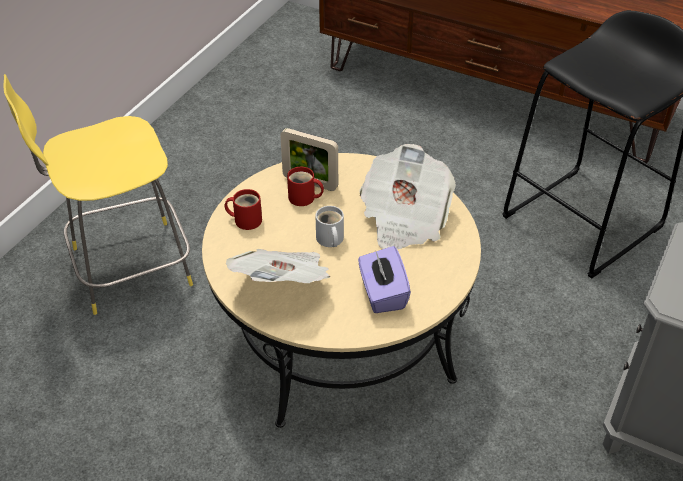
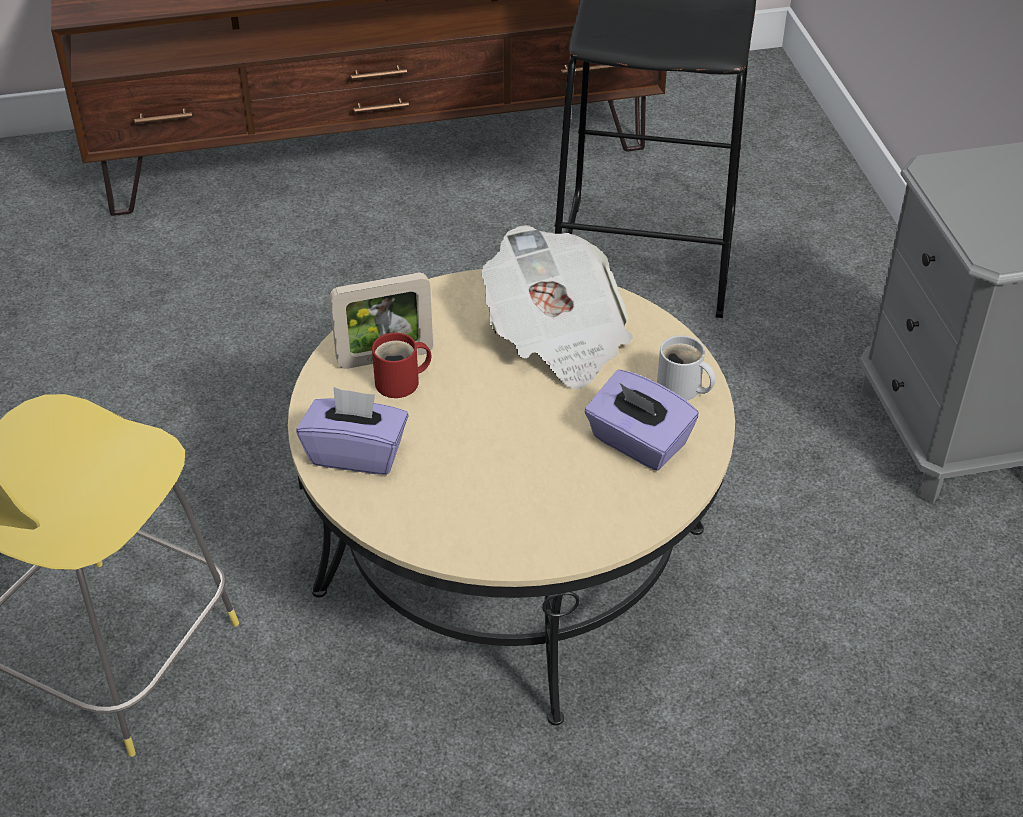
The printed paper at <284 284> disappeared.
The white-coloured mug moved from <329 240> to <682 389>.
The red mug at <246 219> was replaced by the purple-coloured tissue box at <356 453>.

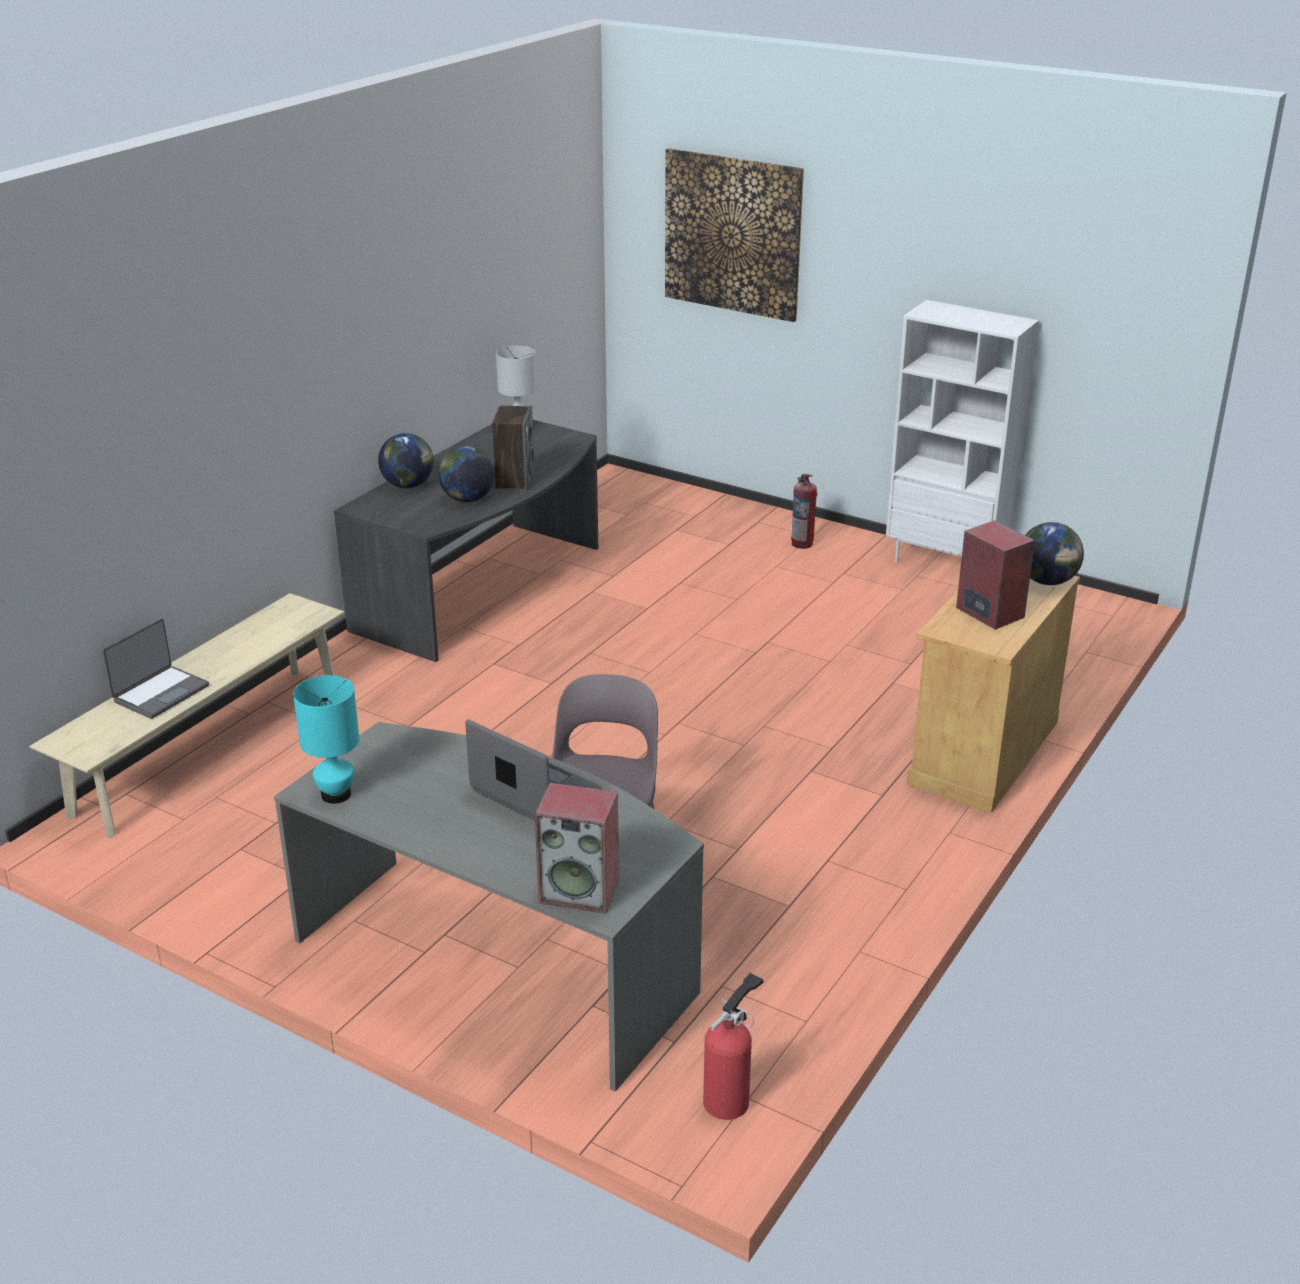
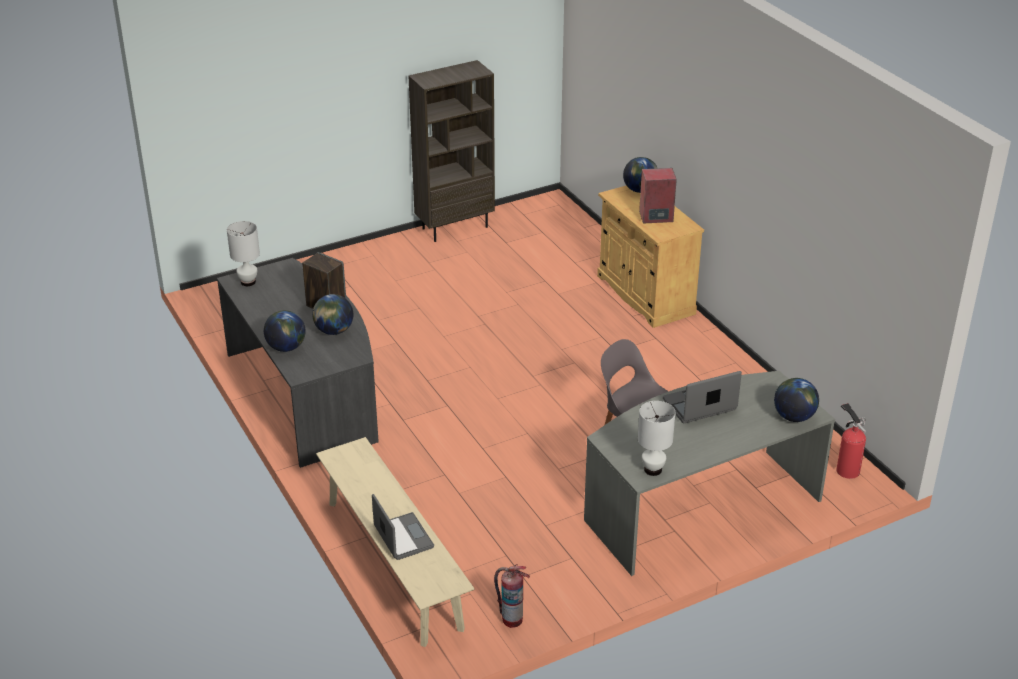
The wall art at <732 234> disappeared.
The fire-fighting cylinder moved from <802 543> to <512 619>.
The loudspeaker at <580 891> was replaced by the world globe at <794 417>.
The turquoise-coloured table lamp at <335 795> became the white-coloured table lamp at <653 470>.
The white-coloured bookshelf at <946 564> became the brown bookshelf at <455 227>.

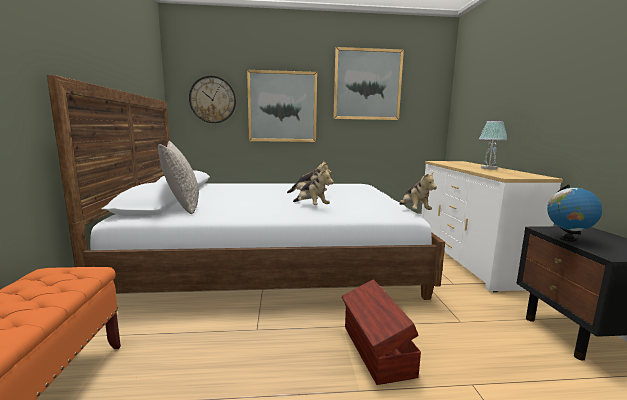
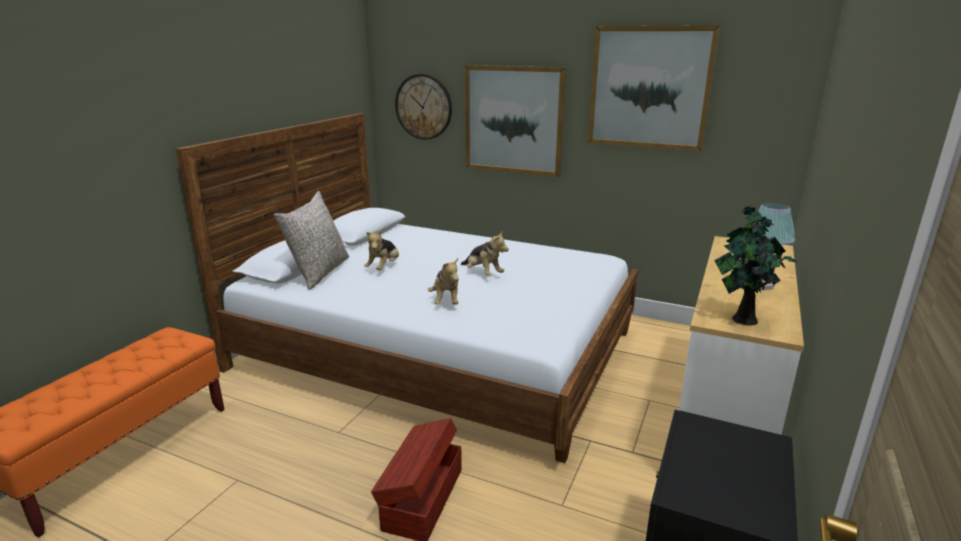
The world globe at <567 239> disappeared.
The plant in a pot at <742 319> appeared.
The plush toy moved from <414 211> to <384 267>.

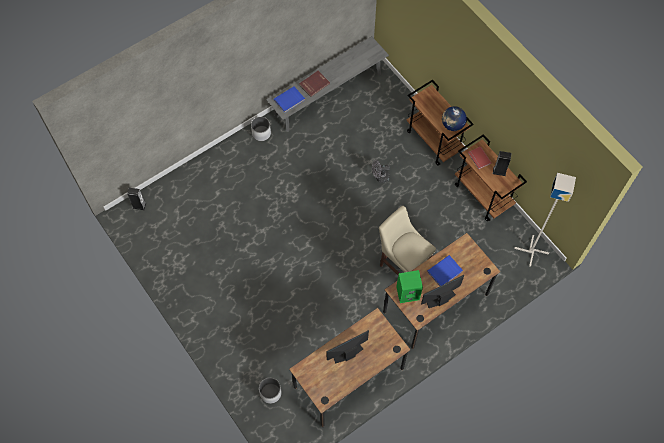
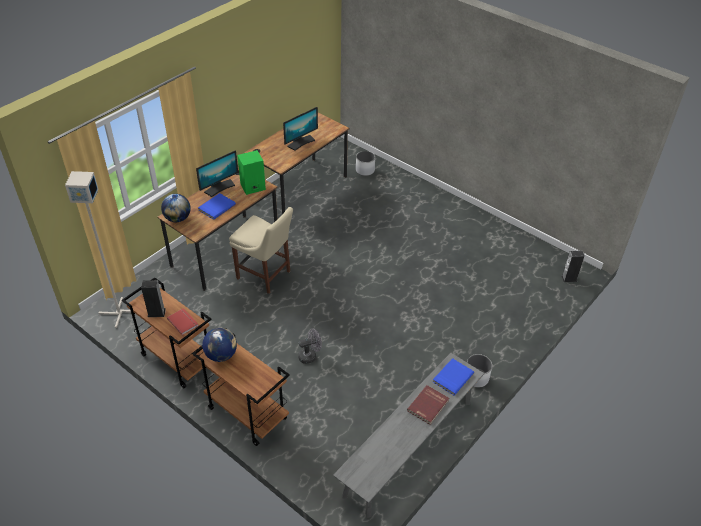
The world globe at <178 218> appeared.

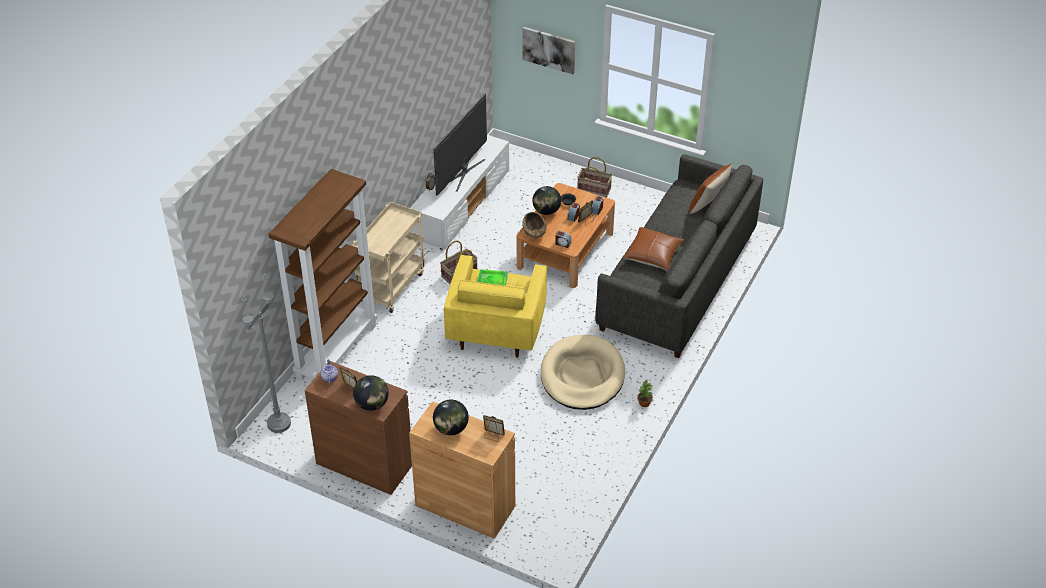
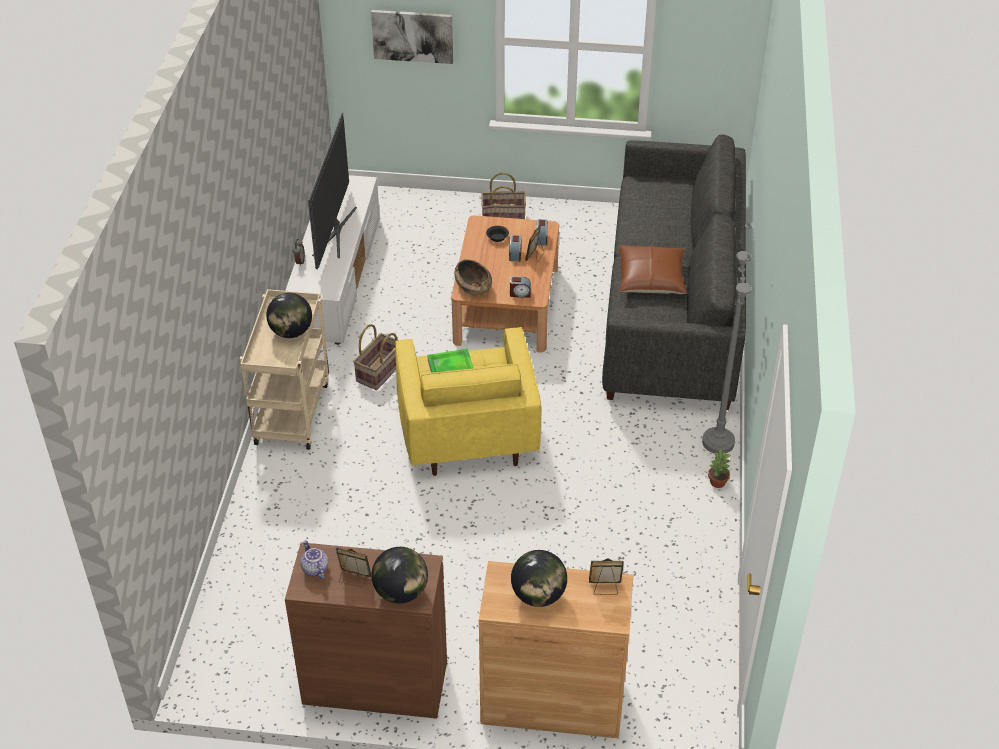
The brown bookshelf at <336 350> disappeared.
The beige-coloured pet bed at <582 376> disappeared.
The brown cushion at <708 204> disappeared.
The gray standard lamp moved from <279 424> to <718 442>.
The world globe moved from <546 211> to <291 332>.

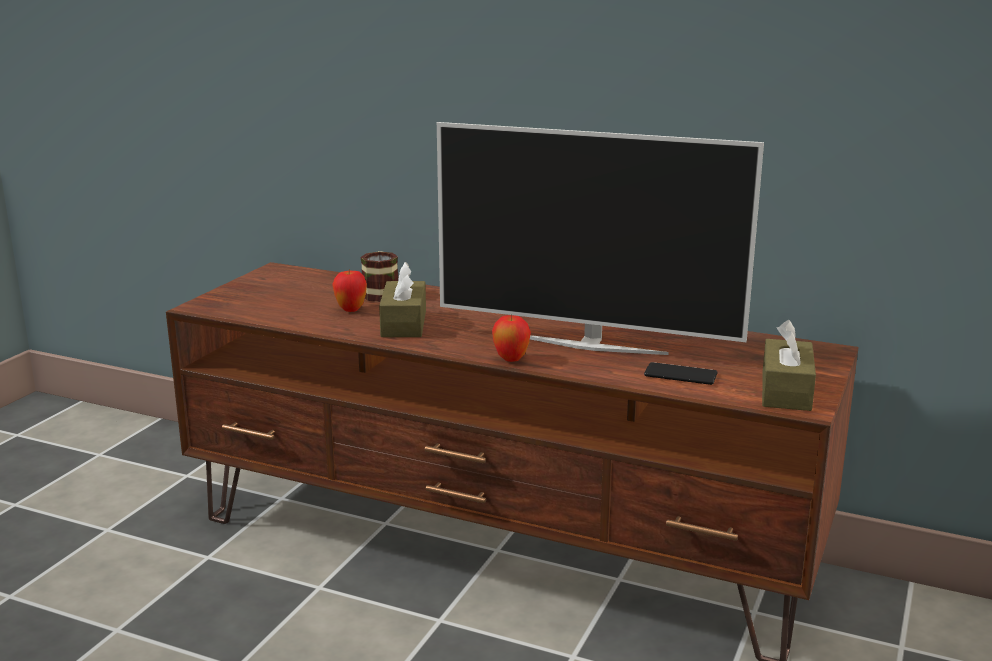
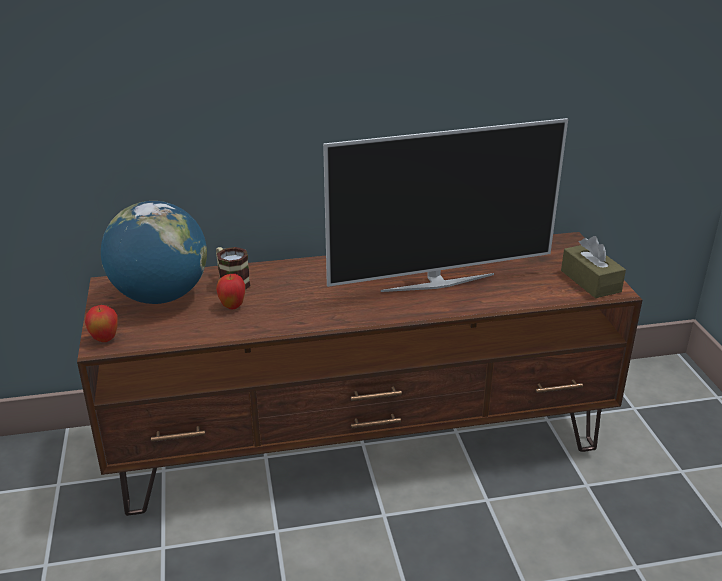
The brown tissue box at <404 324> disappeared.
The telephone at <680 375> disappeared.
The world globe at <160 296> appeared.
The whole apple moved from <511 360> to <105 339>.

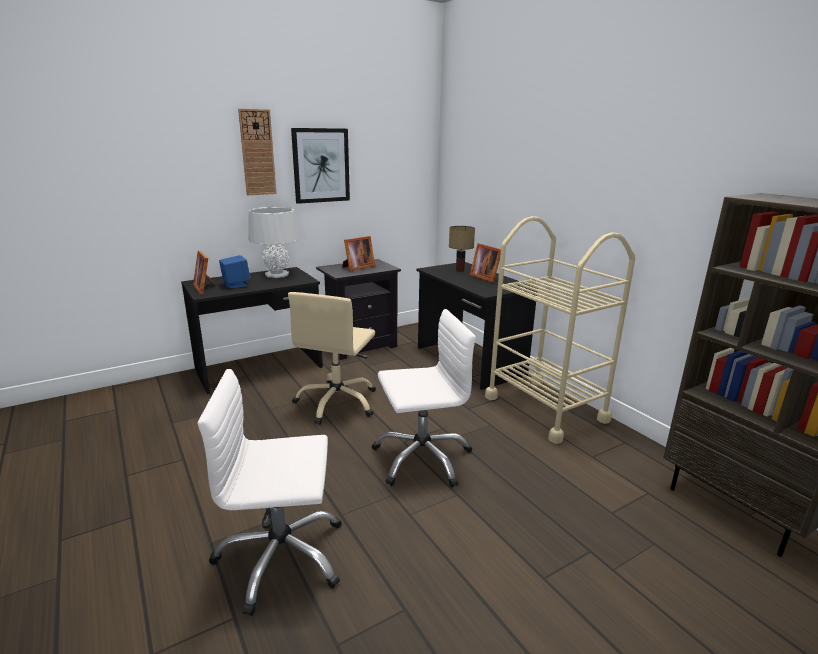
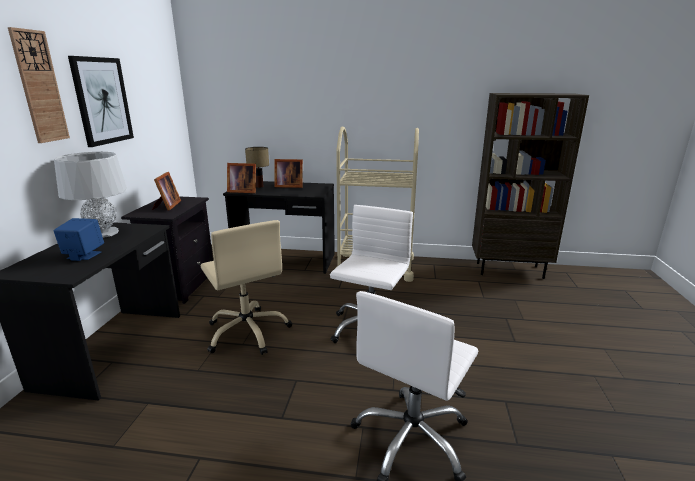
The standing frame moved from <205 288> to <242 191>.

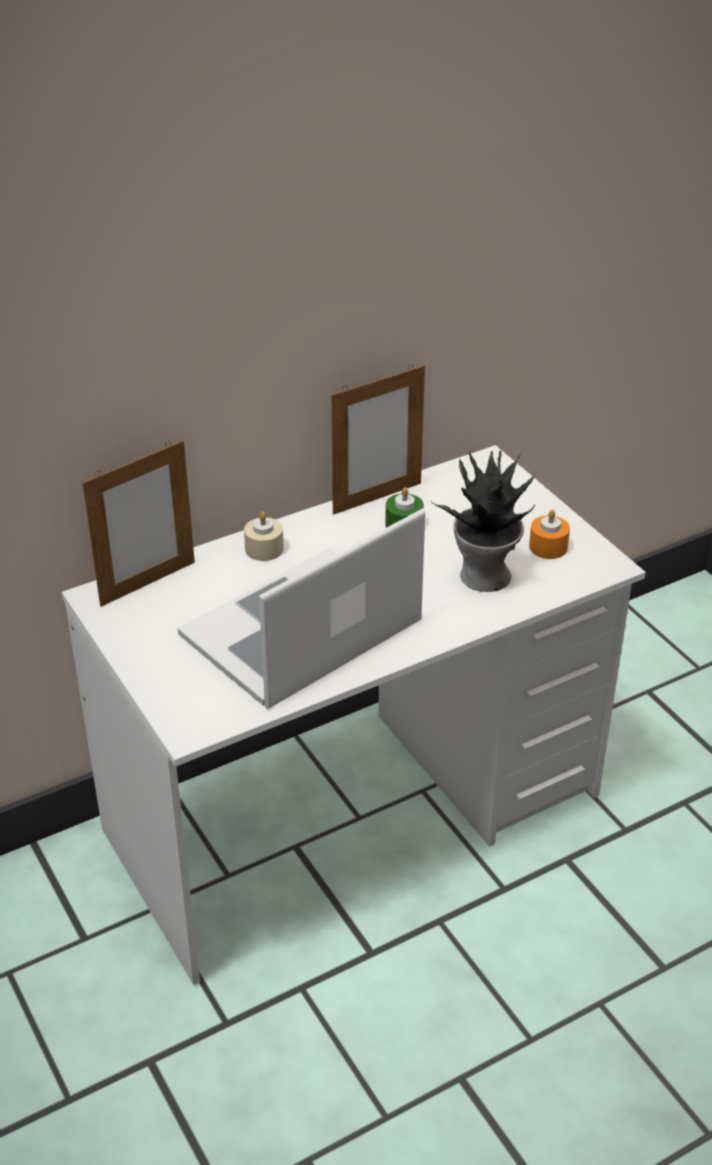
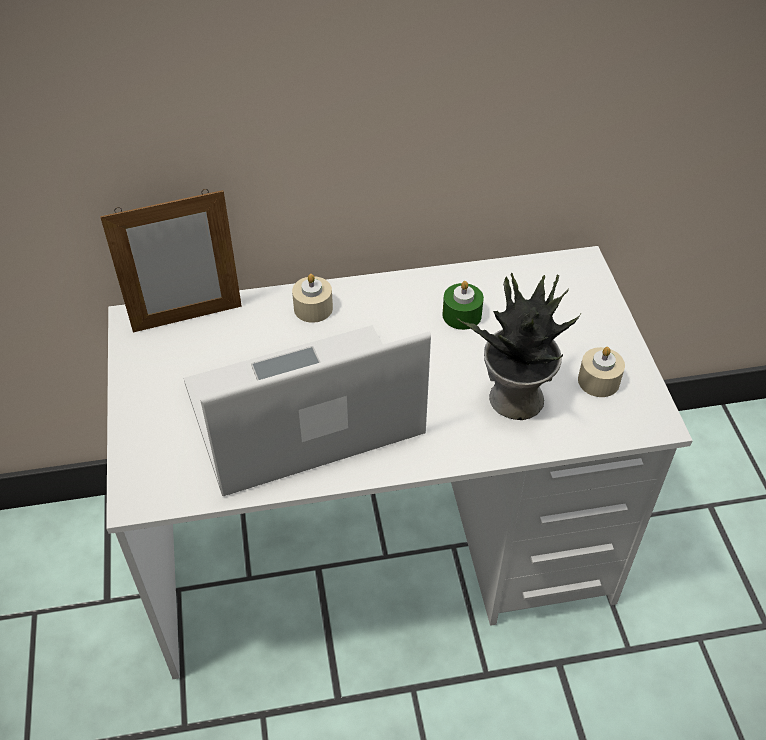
The standing frame at <377 498> disappeared.
The orange candle at <548 547> became the beige-coloured candle at <598 381>.

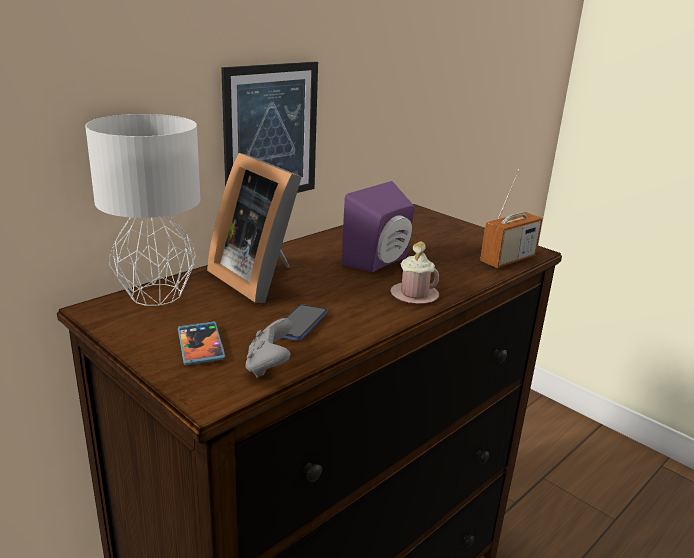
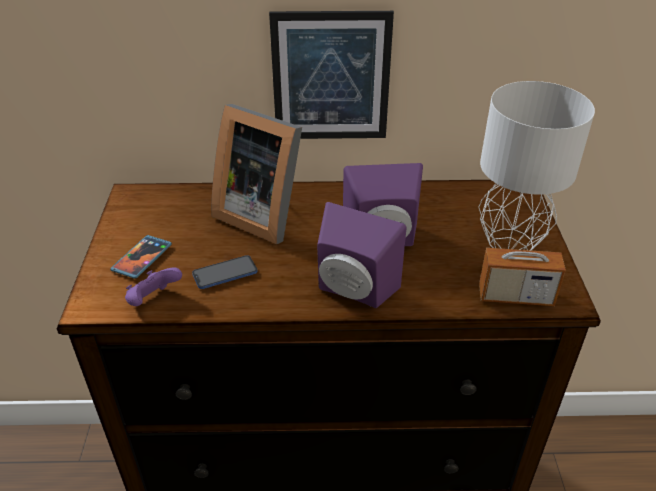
The gray table lamp moved from <158 295> to <511 243>.
The pink-coloured mug at <414 295> was replaced by the purple-coloured loudspeaker at <352 291>.
The gray gamepad at <269 366> became the purple-coloured gamepad at <153 300>.
The standing frame at <259 278> turned 60 degrees counterclockwise.

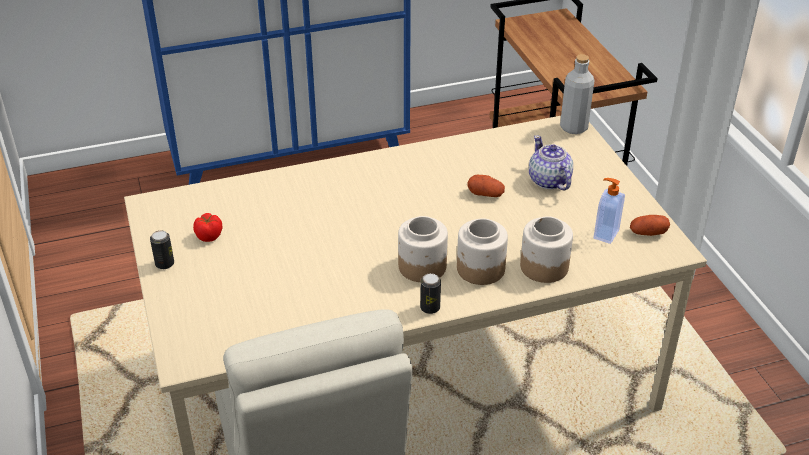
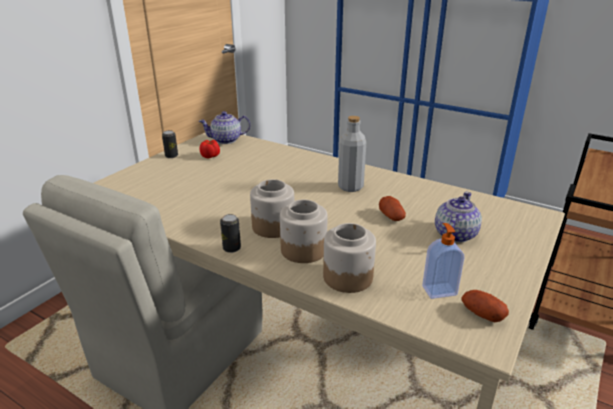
The pot for tea at <226 140> appeared.
The gray drink bottle moved from <573 127> to <350 187>.

